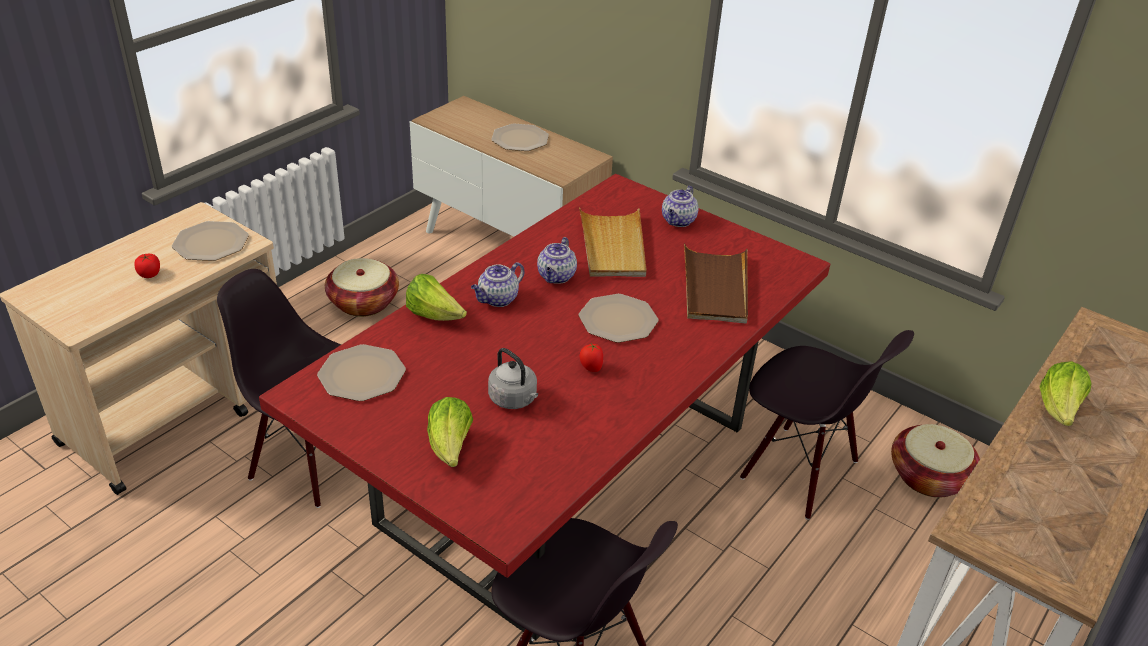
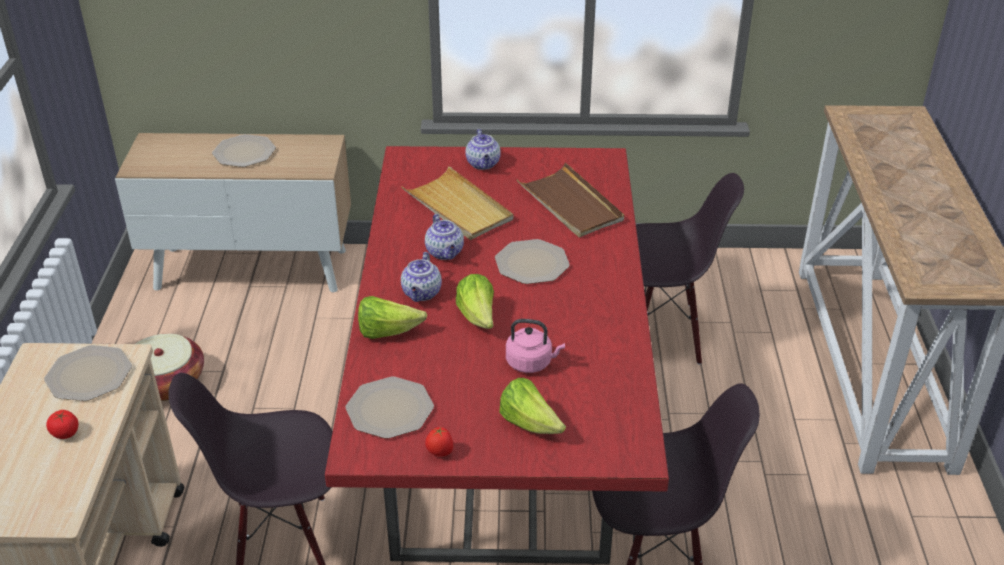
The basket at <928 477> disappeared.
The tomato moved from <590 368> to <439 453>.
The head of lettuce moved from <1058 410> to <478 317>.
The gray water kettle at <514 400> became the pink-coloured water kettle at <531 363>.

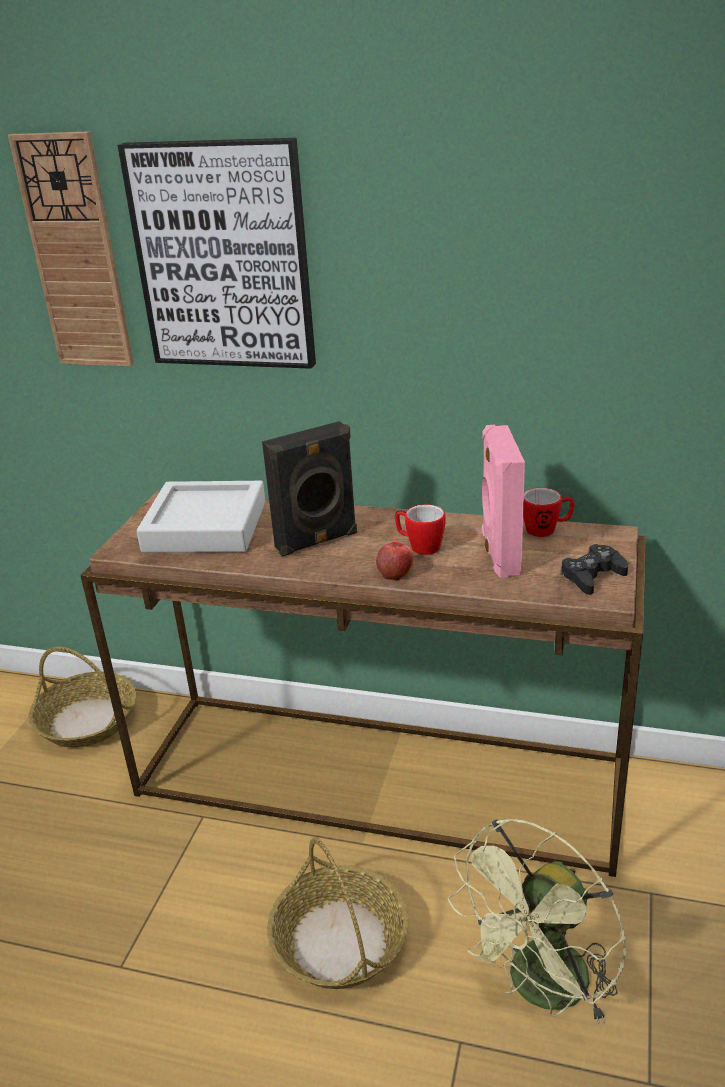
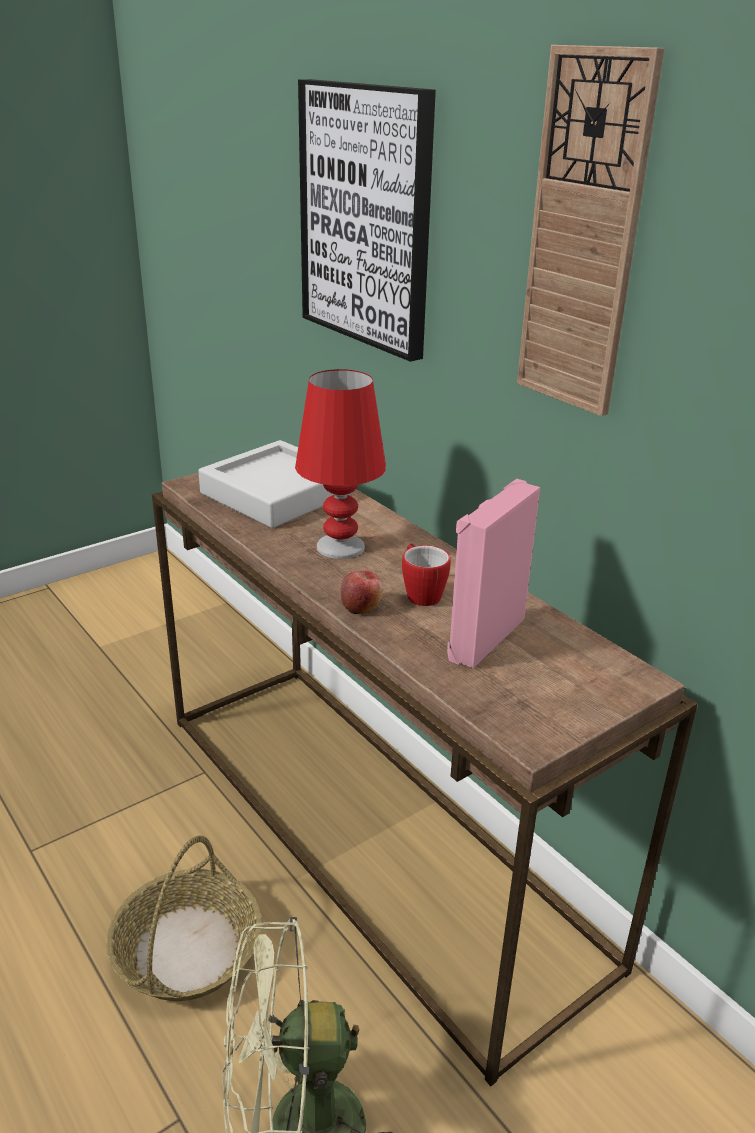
The basket at <88 721> disappeared.
The mug at <546 530> disappeared.
The black-coloured gamepad at <592 576> disappeared.
The hanging clock moved from <75 254> to <584 237>.
The black-coloured loudspeaker at <317 541> was replaced by the red table lamp at <341 546>.

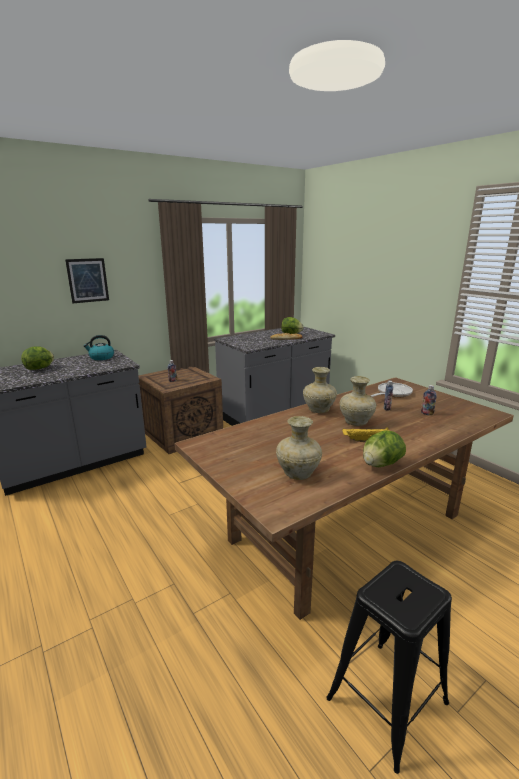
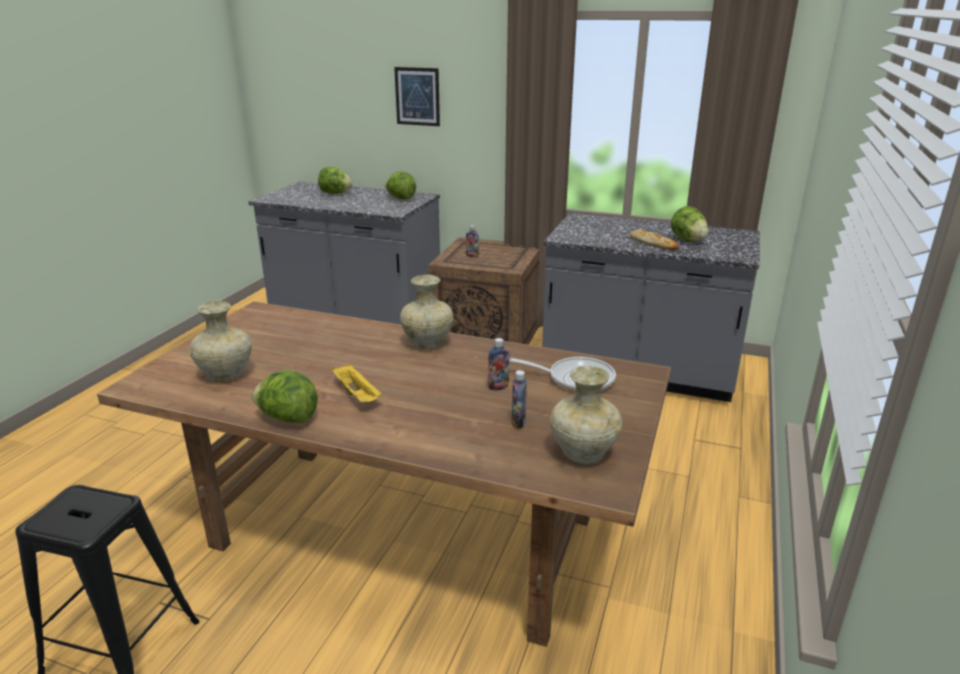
The beige-coloured decorative vase moved from <356 422> to <583 454>.
The water kettle at <101 357> was replaced by the head of lettuce at <400 198>.

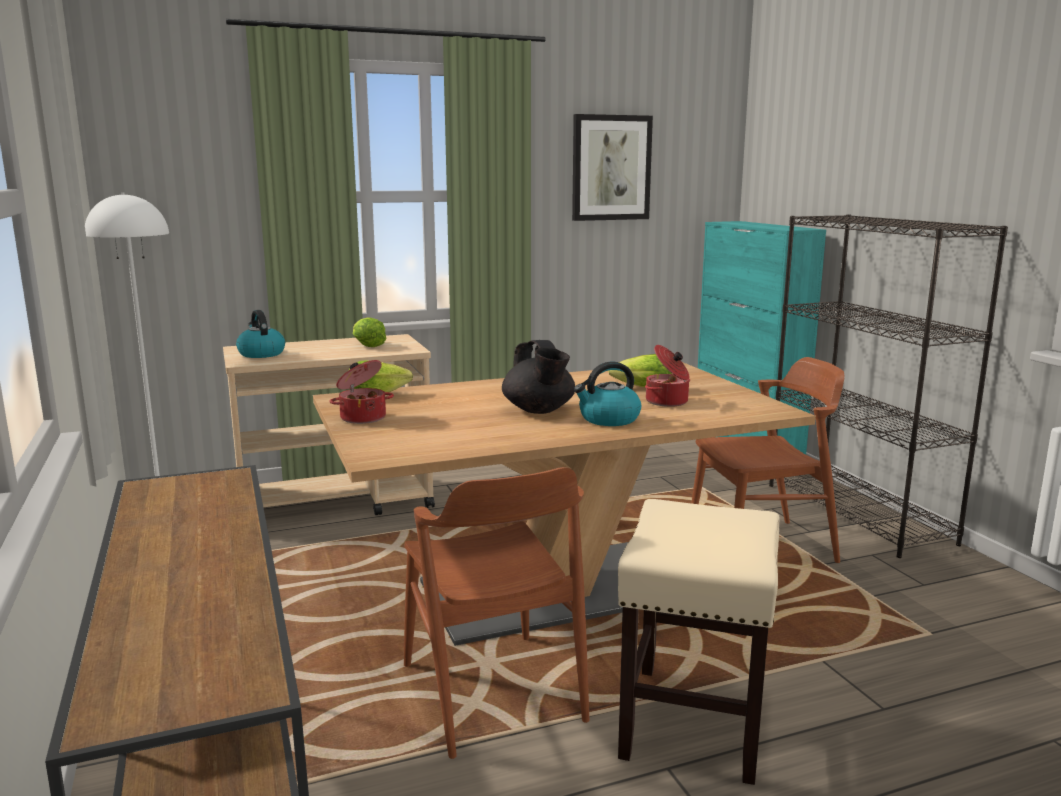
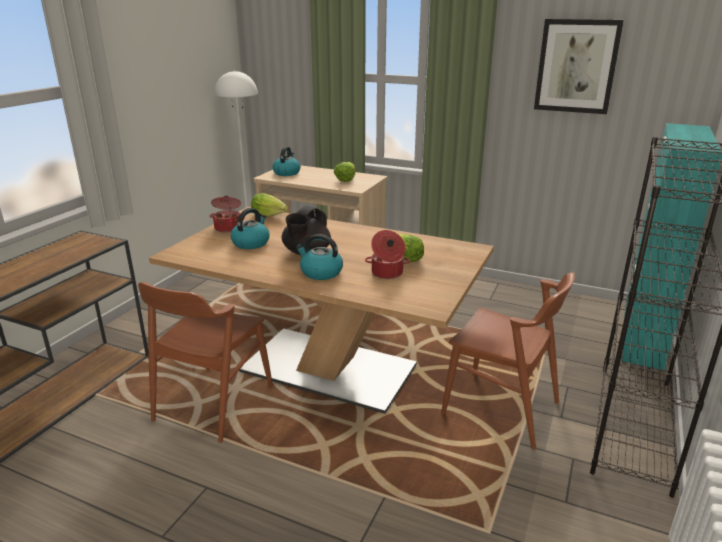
The beige-coloured sitting stool at <694 723> disappeared.
The water kettle at <251 243> appeared.

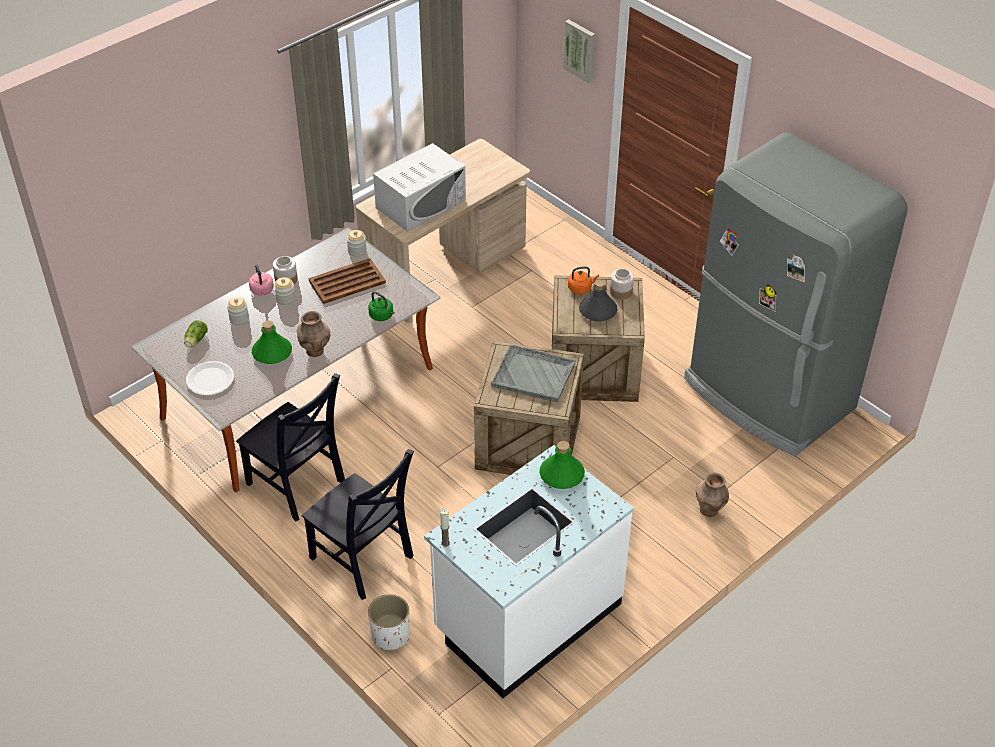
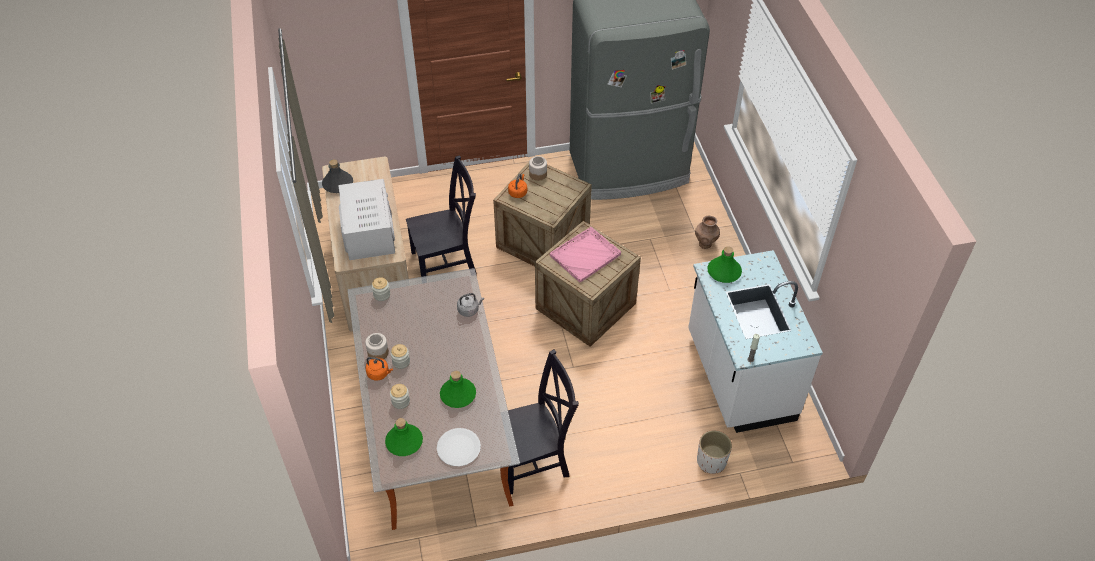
The brown decorative vase at <315 351> disappeared.
The brown serving tray at <348 282> disappeared.
The wall art at <580 50> disappeared.
The black-coloured upright chair moved from <364 560> to <446 262>.
The gray drink bottle moved from <598 311> to <338 184>.
The head of lettuce at <195 341> was replaced by the greenish drink bottle at <404 441>.
The pink-coloured water kettle at <262 291> became the orange water kettle at <379 373>.
The greenish water kettle at <382 316> became the gray water kettle at <469 310>.
The gray serving tray at <534 375> became the pink-coloured serving tray at <586 255>.

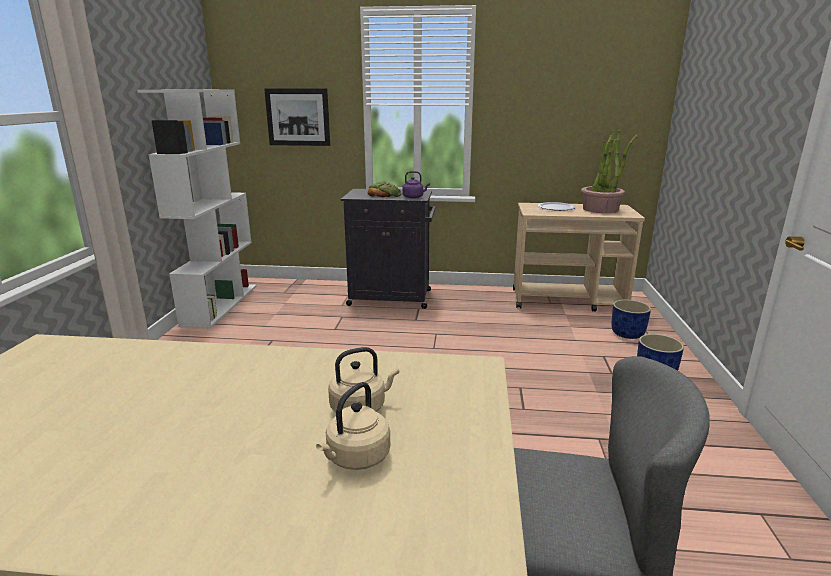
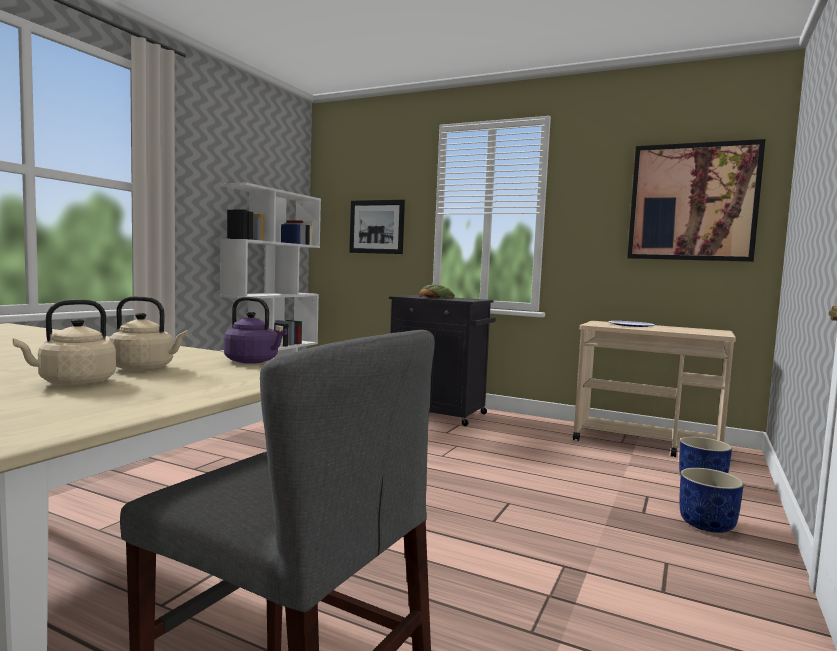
The plant in a pot at <601 209> disappeared.
The wall art at <692 202> appeared.
The purple-coloured water kettle moved from <414 197> to <254 361>.

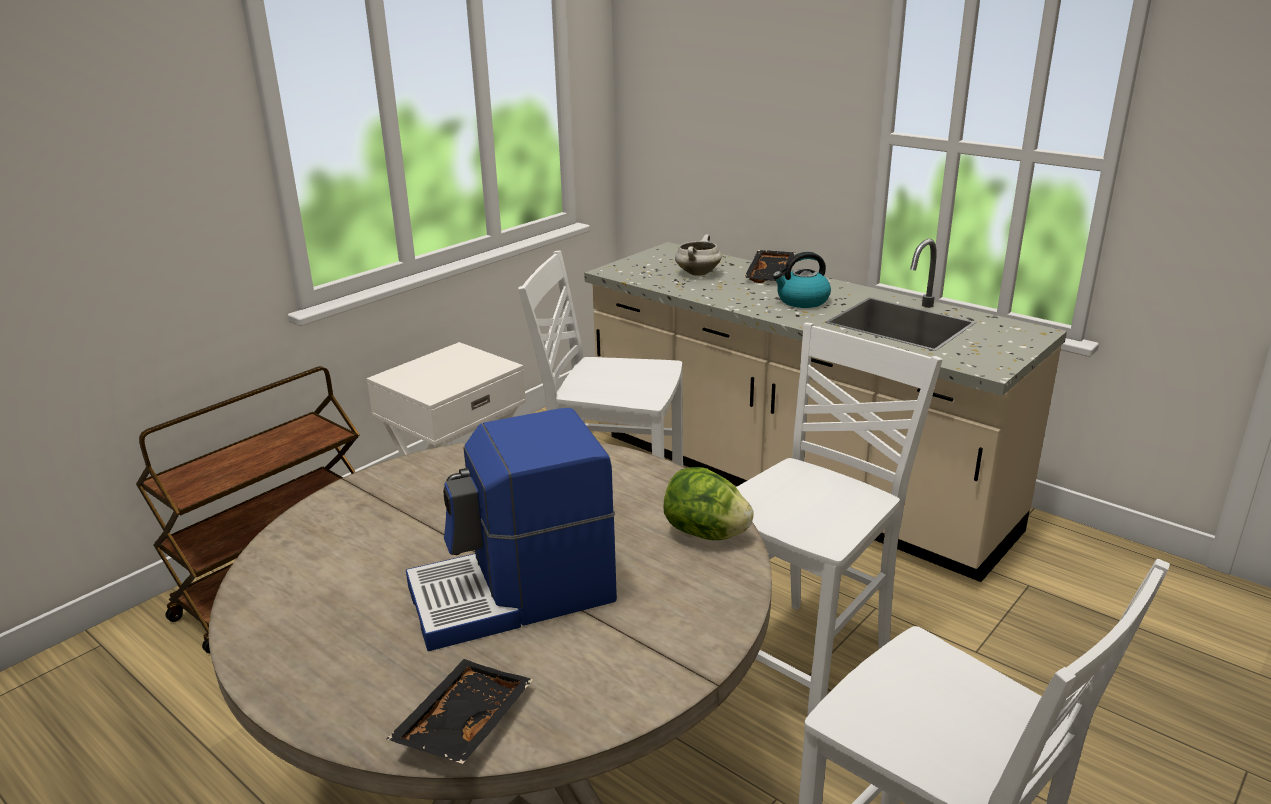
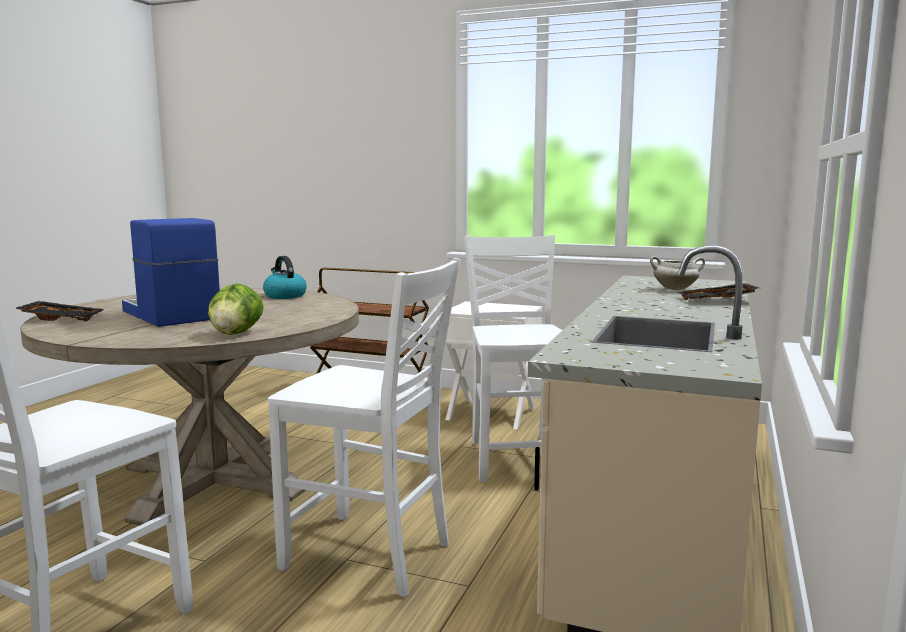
The water kettle moved from <802 301> to <284 296>.

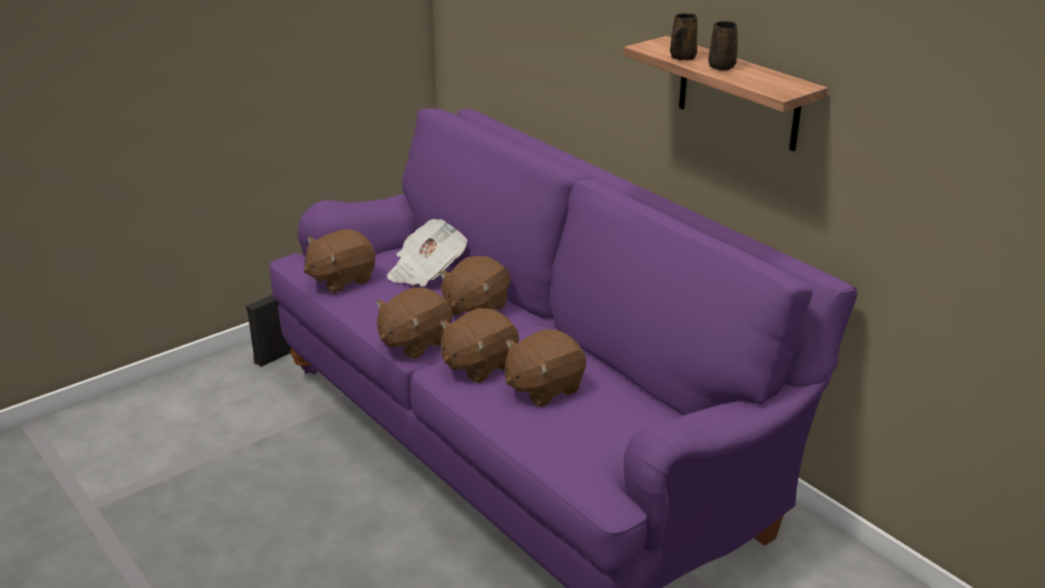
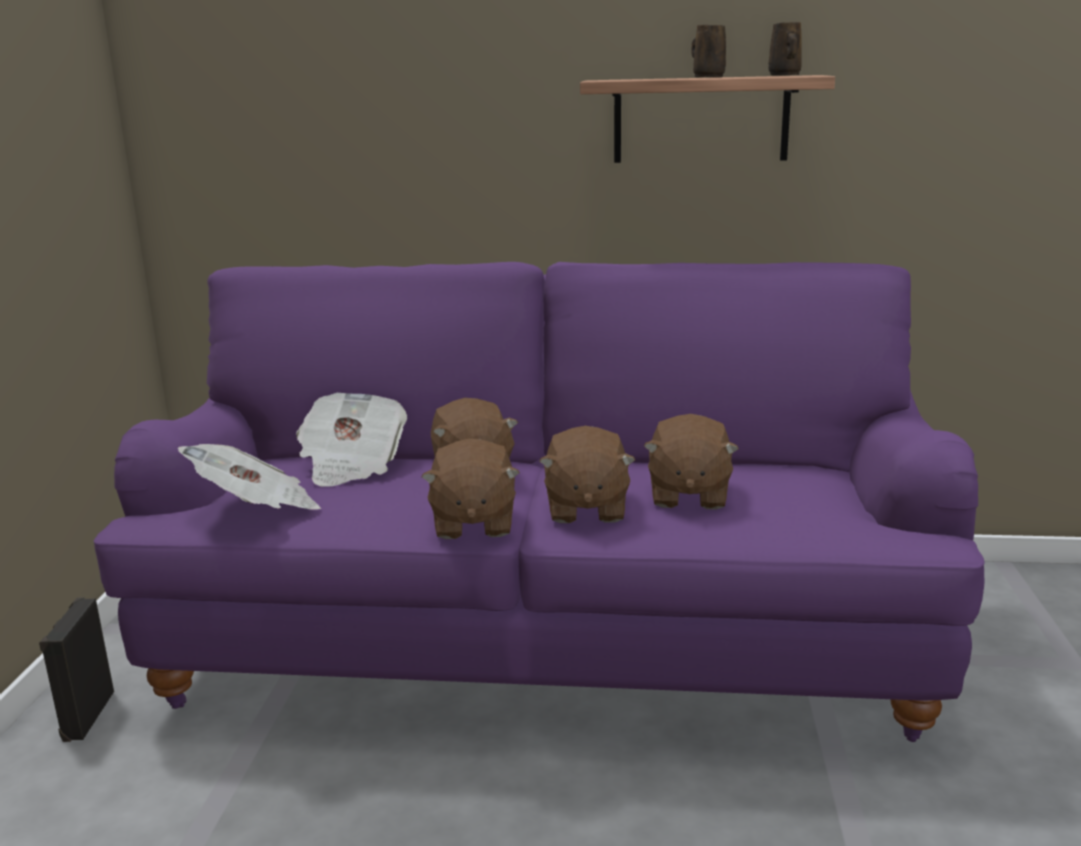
The brown mug moved from <681 57> to <784 75>.
The brown plush toy at <341 279> was replaced by the printed paper at <257 509>.

